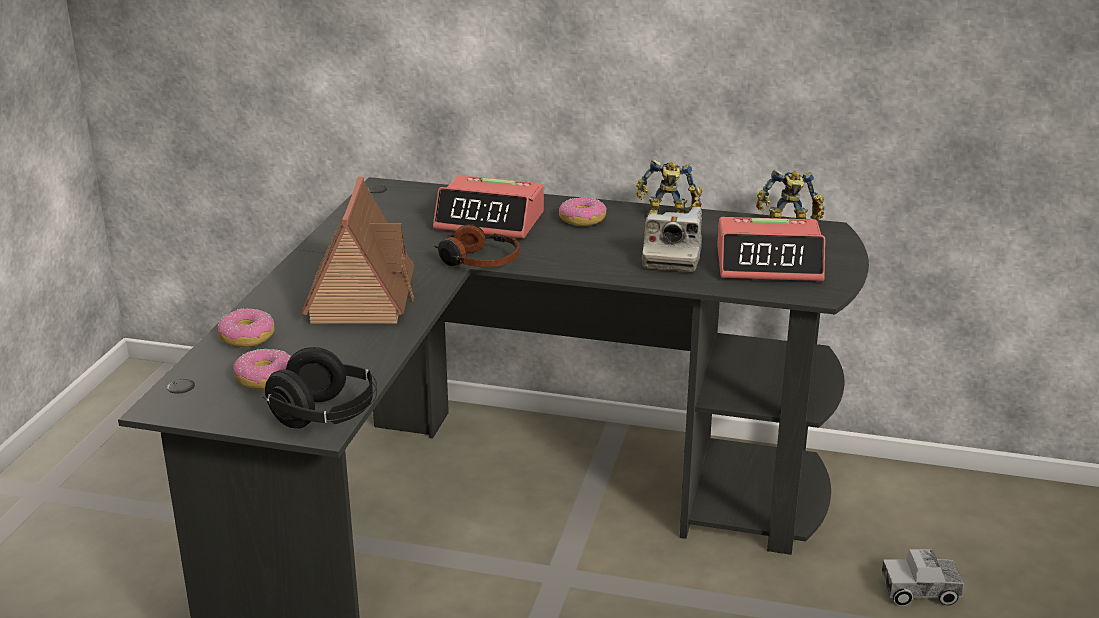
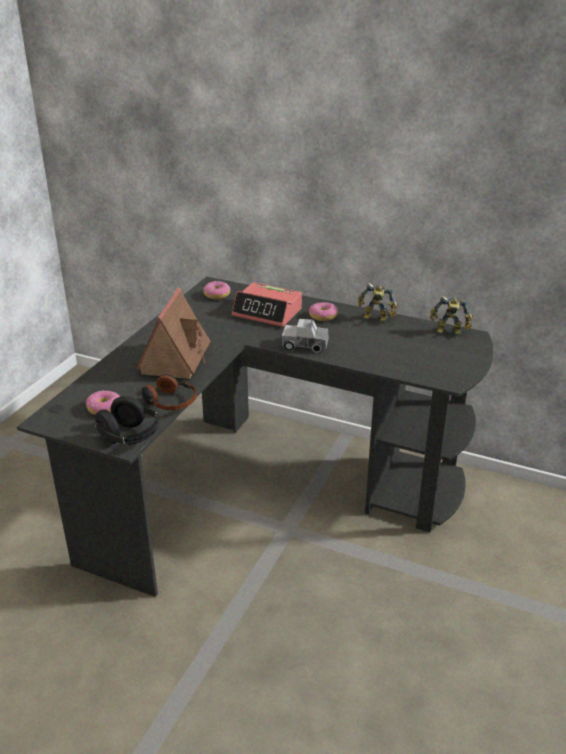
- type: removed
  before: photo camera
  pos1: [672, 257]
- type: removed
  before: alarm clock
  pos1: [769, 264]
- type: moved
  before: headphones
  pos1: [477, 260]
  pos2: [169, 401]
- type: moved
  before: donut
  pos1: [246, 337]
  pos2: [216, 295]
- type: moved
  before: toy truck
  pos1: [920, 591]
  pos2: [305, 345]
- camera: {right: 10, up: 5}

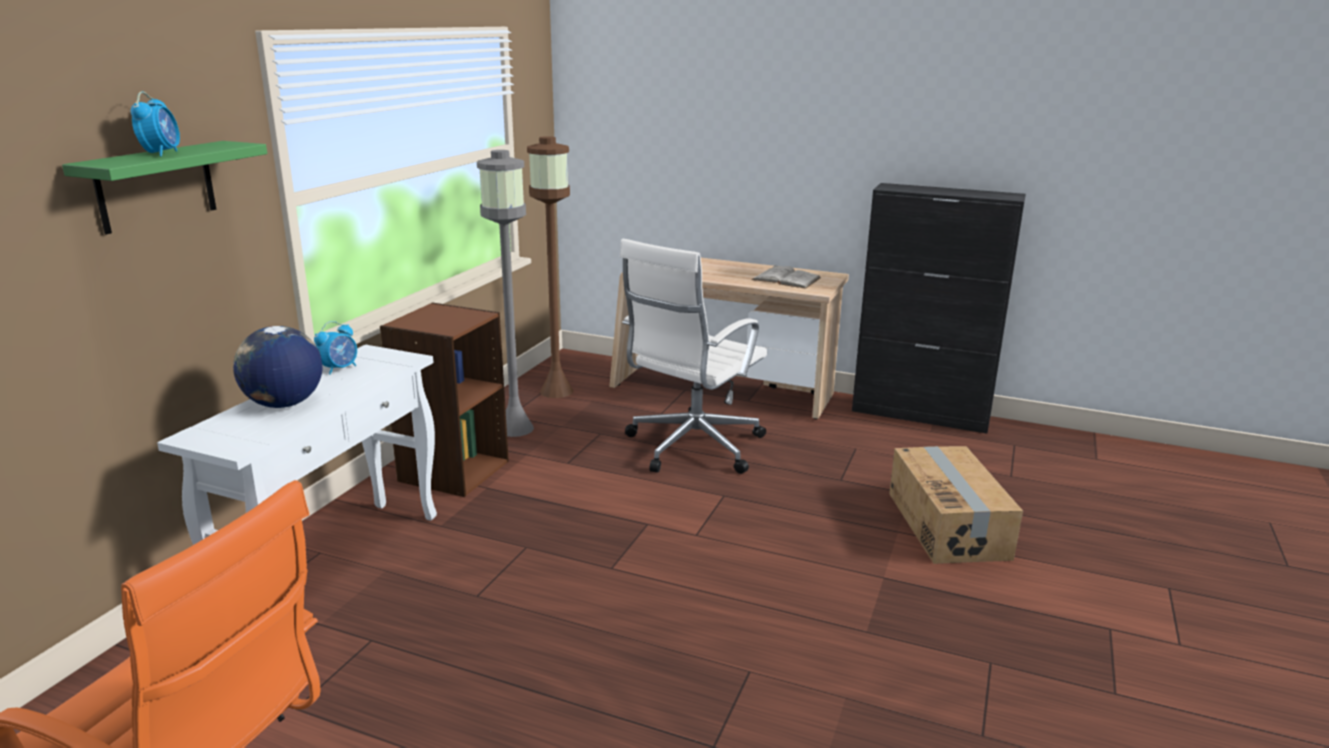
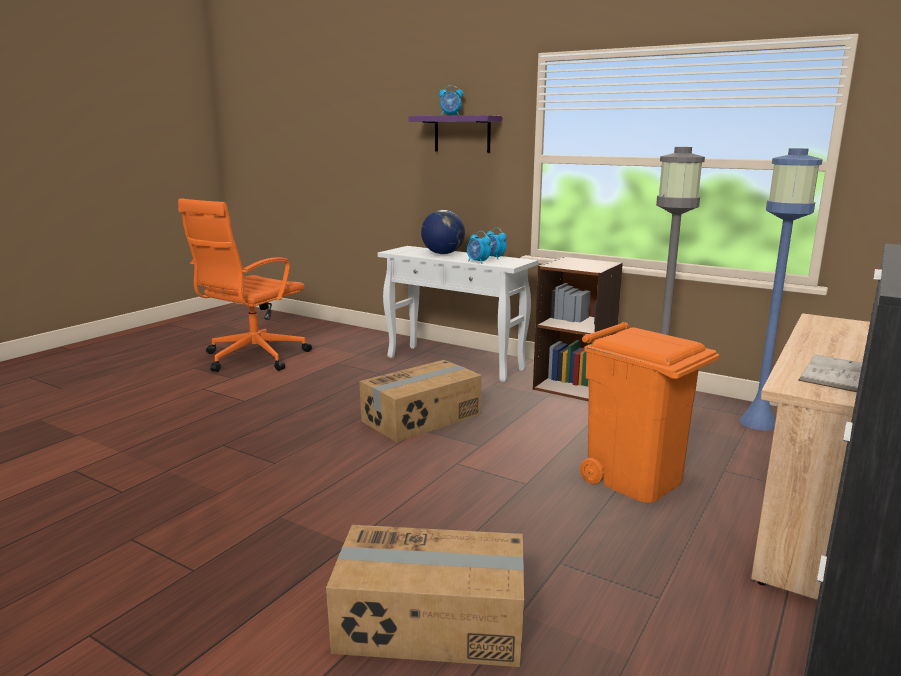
- type: recoloured
  before: brown floor lamp
  after: blue floor lamp
  pos1: [556, 391]
  pos2: [757, 422]
- type: recoloured
  before: green shelf
  after: purple shelf
  pos1: [156, 186]
  pos2: [462, 134]
- type: replaced
  before: white office chair
  after: orange trash can
  pos1: [691, 447]
  pos2: [635, 479]
- type: added
  after: alarm clock
  pos2: [478, 262]
- type: added
  after: cardboard box
  pos2: [422, 418]
- camera: {right: 100, up: -5}

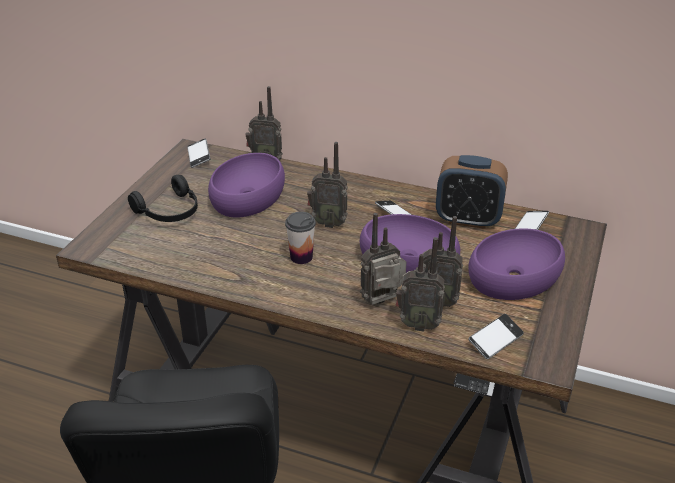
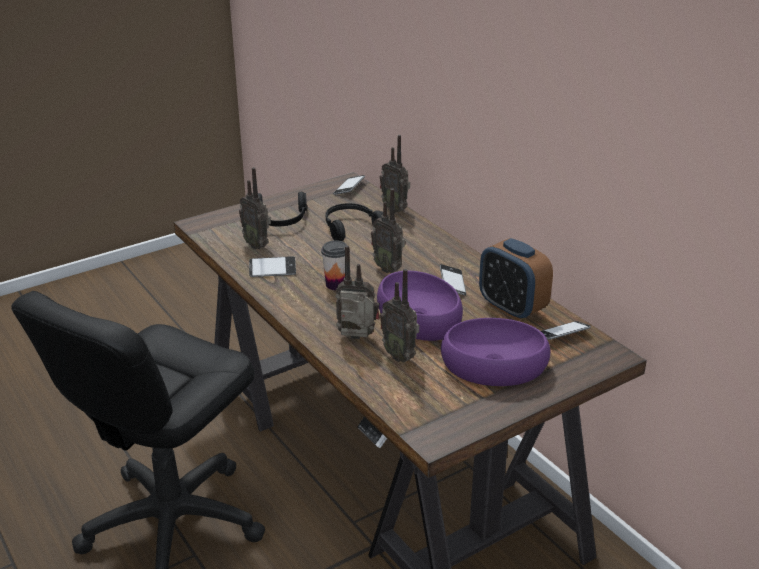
- type: replaced
  before: purple bowl
  after: black headphones
  pos1: [247, 195]
  pos2: [350, 227]
- type: moved
  before: radio
  pos1: [417, 324]
  pos2: [257, 245]
- type: moved
  before: phone
  pos1: [495, 340]
  pos2: [272, 270]
- camera: {right: 35, up: -5}

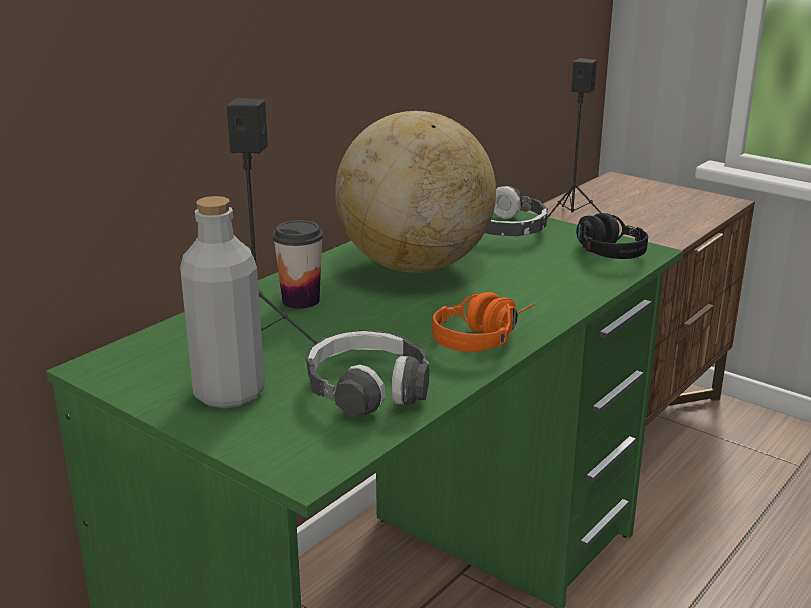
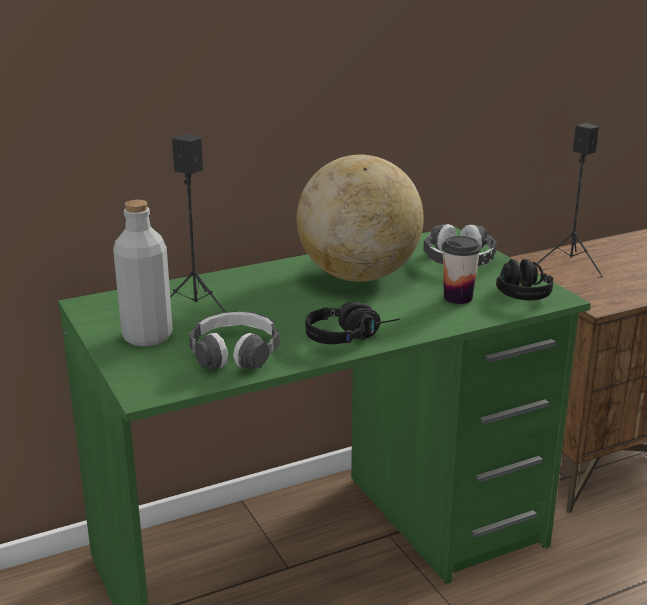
- type: moved
  before: cup
  pos1: [301, 301]
  pos2: [458, 298]
- type: recoloured
  before: orange headphones
  after: black headphones
  pos1: [484, 337]
  pos2: [351, 336]
- camera: {right: 25, up: 0}

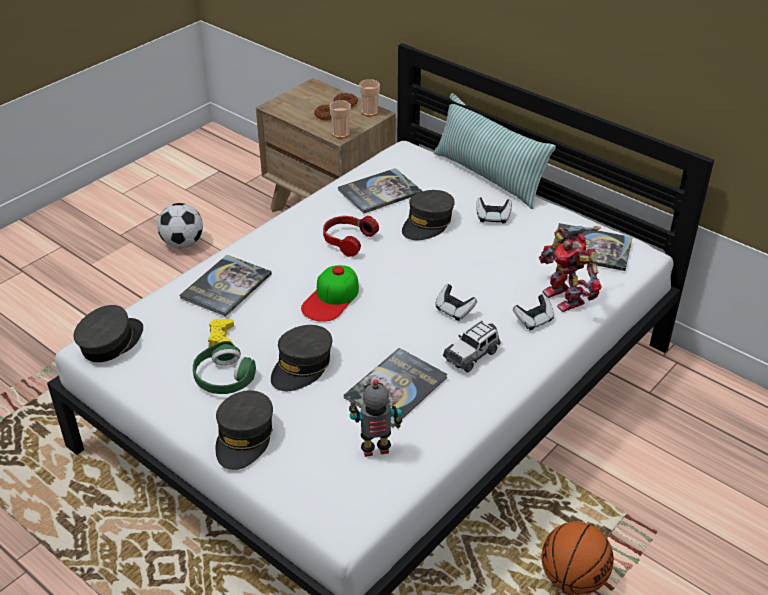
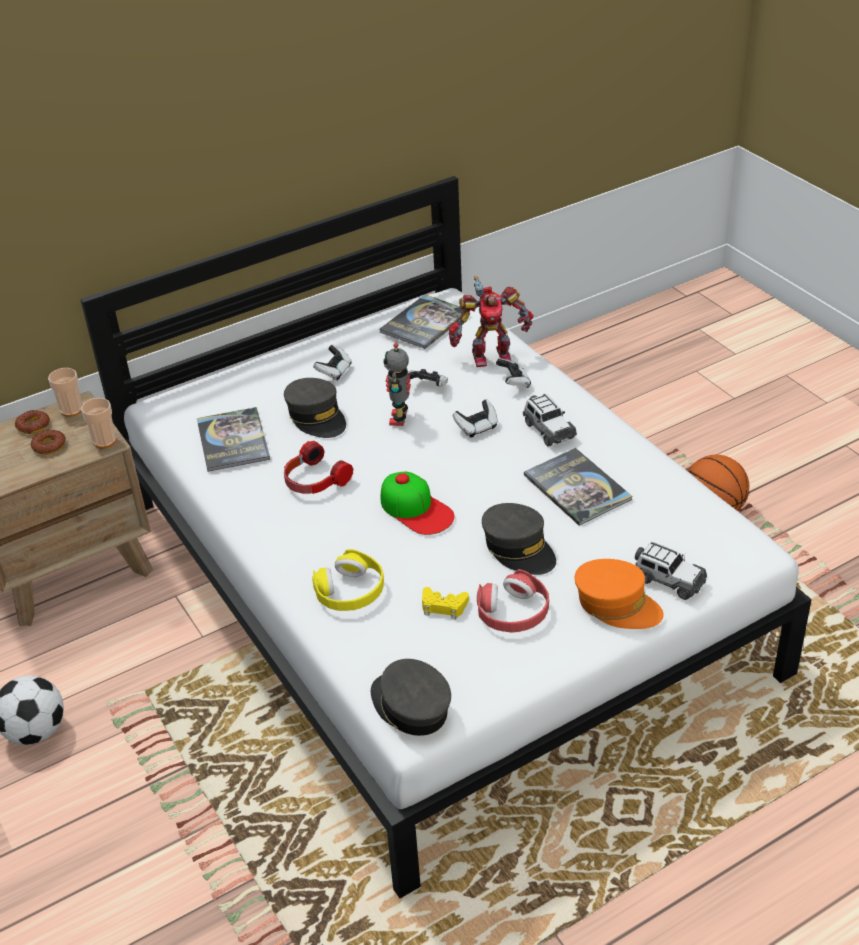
- type: removed
  before: pillow
  pos1: [488, 177]
- type: replaced
  before: book
  after: yellow headphones
  pos1: [226, 286]
  pos2: [350, 591]
- type: recoloured
  before: green headphones
  after: red headphones
  pos1: [224, 377]
  pos2: [513, 612]
- type: moved
  before: toy robot
  pos1: [376, 451]
  pos2: [400, 418]
- type: recoloured
  before: grey cap
  after: orange cap
  pos1: [244, 438]
  pos2: [617, 605]
- type: added
  after: game controller
  pos2: [428, 387]
- type: added
  after: toy car
  pos2: [668, 580]
- camera: {right: -70, up: 0}

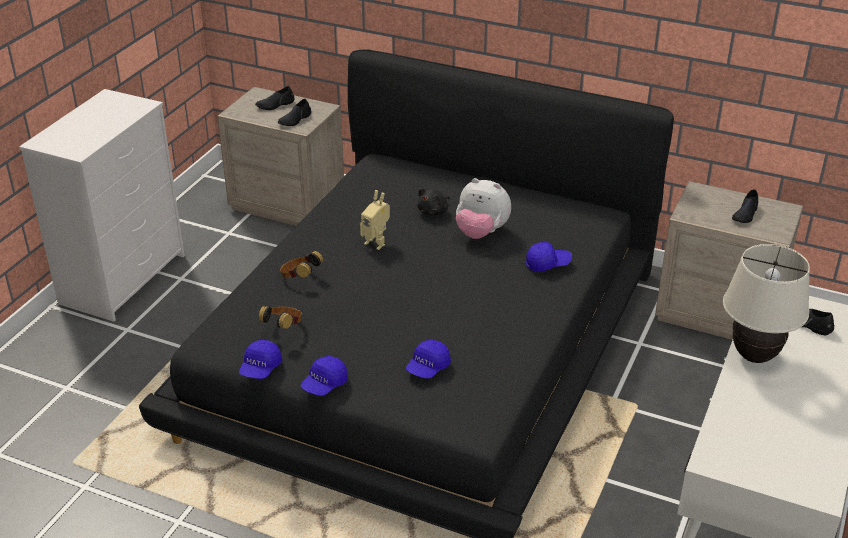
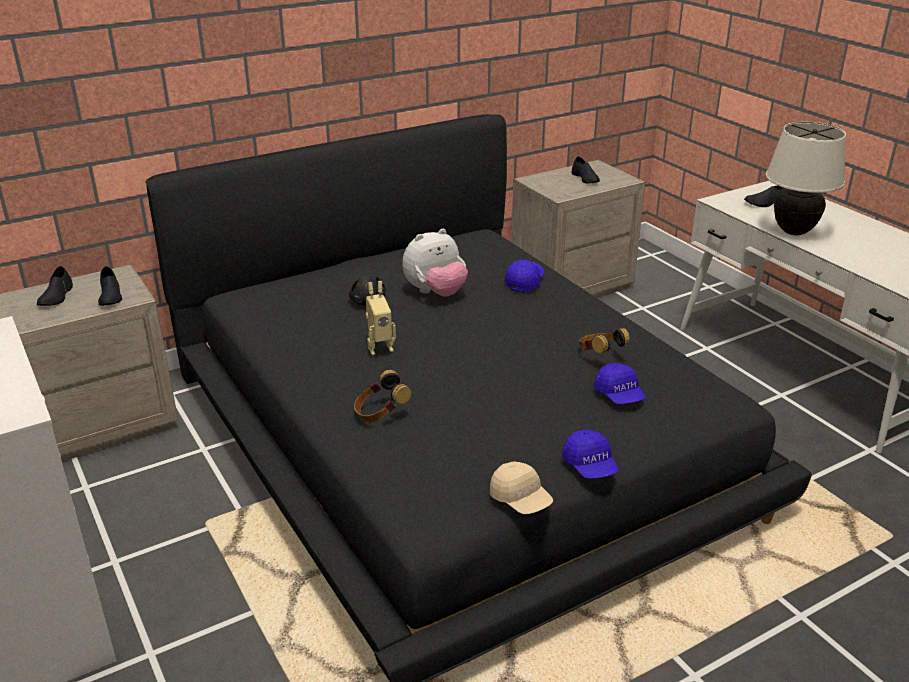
- type: moved
  before: headphones
  pos1: [283, 327]
  pos2: [600, 355]
- type: recoloured
  before: blue cap
  after: beige cap
  pos1: [260, 368]
  pos2: [520, 500]
- camera: {right: -55, up: -5}

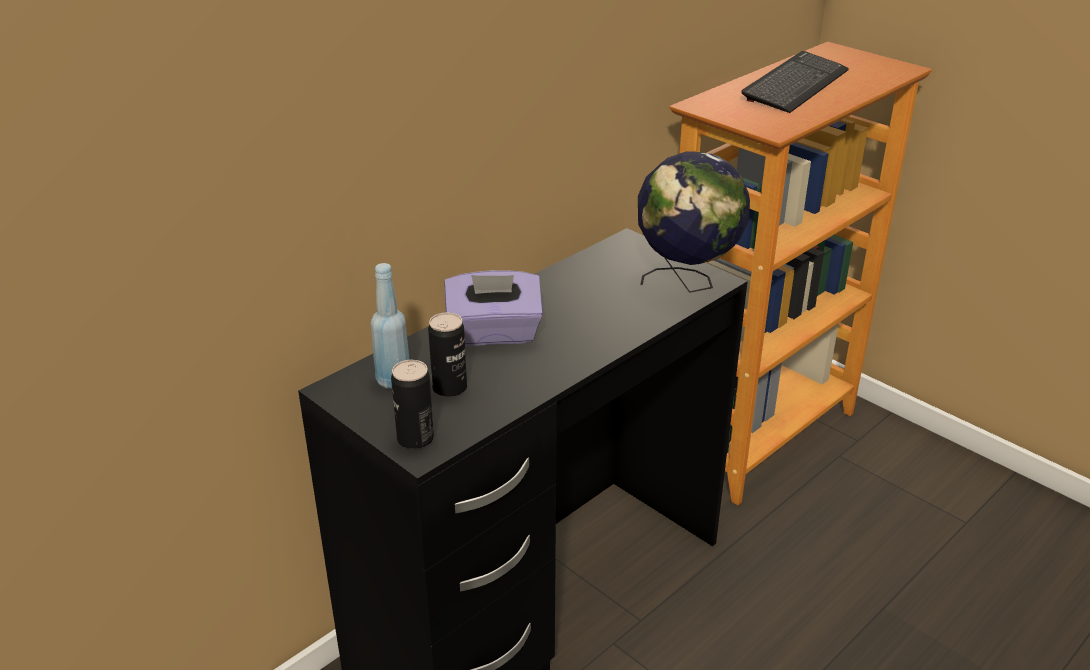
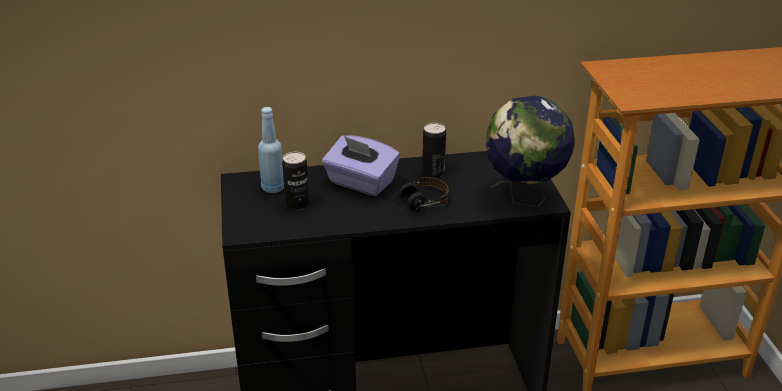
- type: removed
  before: keyboard
  pos1: [795, 85]
- type: moved
  before: can
  pos1: [415, 439]
  pos2: [433, 173]
- type: added
  after: headphones
  pos2: [414, 206]
- camera: {right: 35, up: 0}

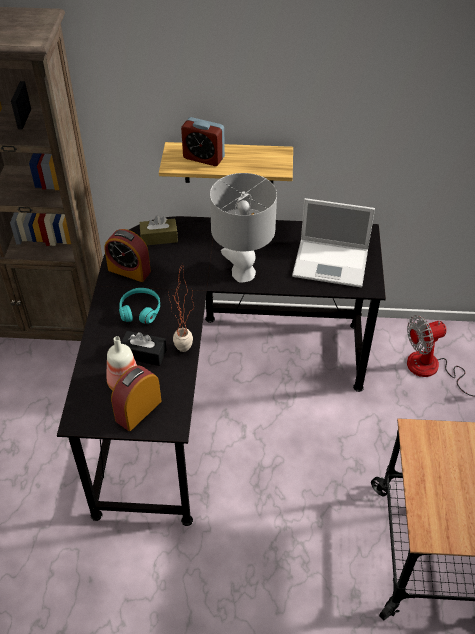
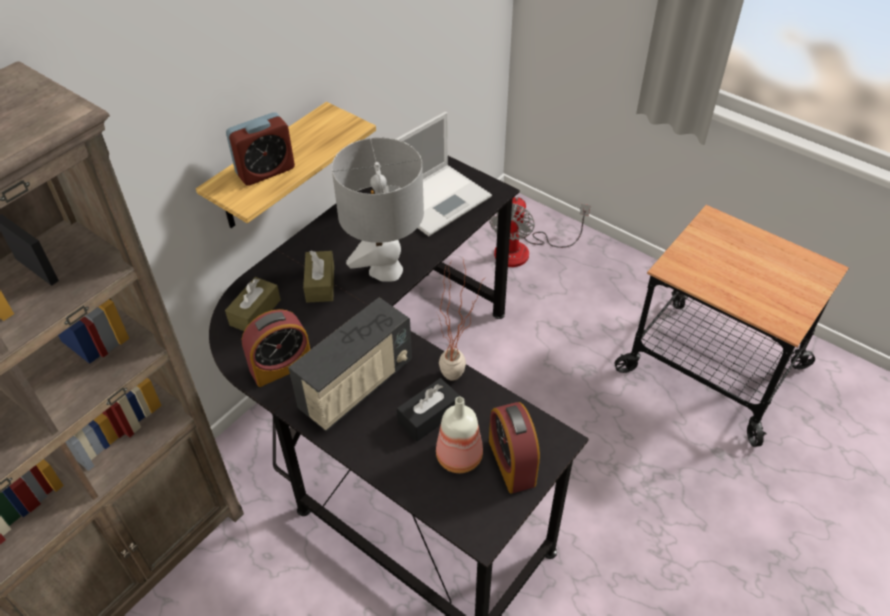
- type: replaced
  before: turquoise headphones
  after: radio
  pos1: [140, 310]
  pos2: [357, 387]
- type: added
  after: brown tissue box
  pos2: [320, 284]
- camera: {right: -55, up: 0}

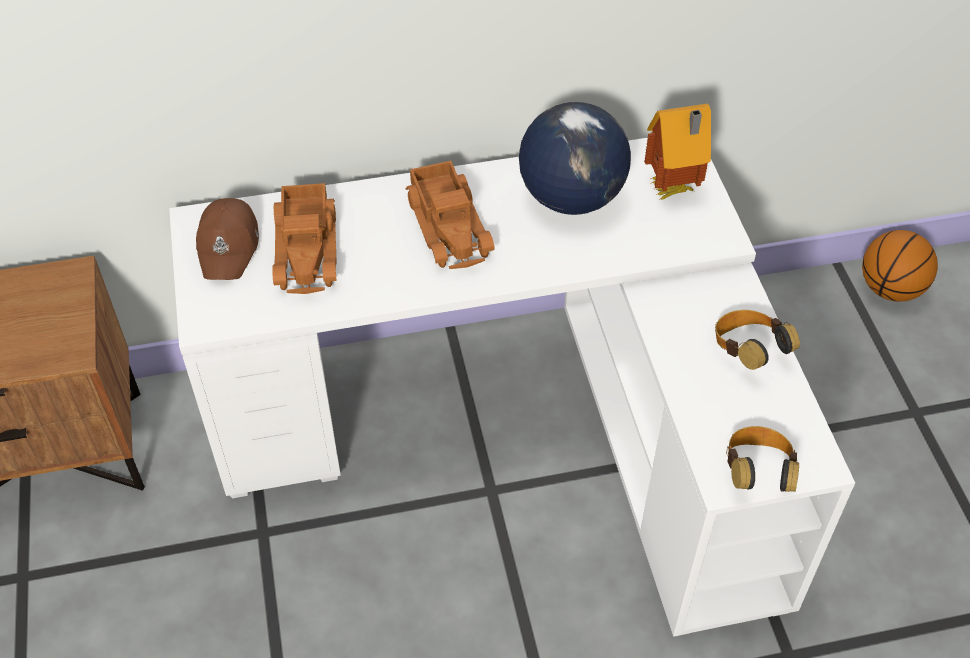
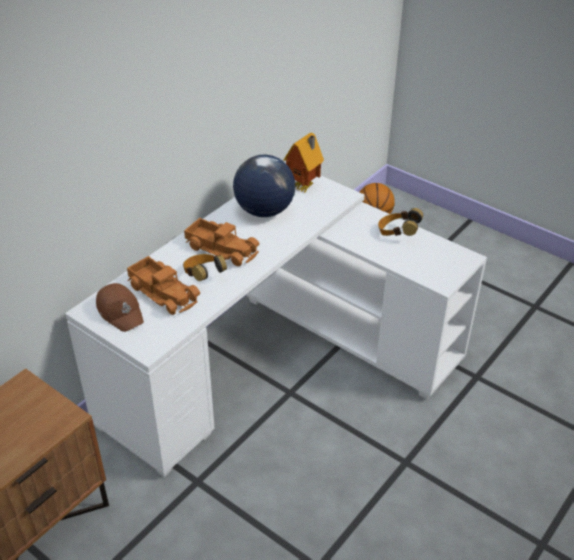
- type: moved
  before: headphones
  pos1: [757, 472]
  pos2: [203, 276]
- camera: {right: -40, up: -10}

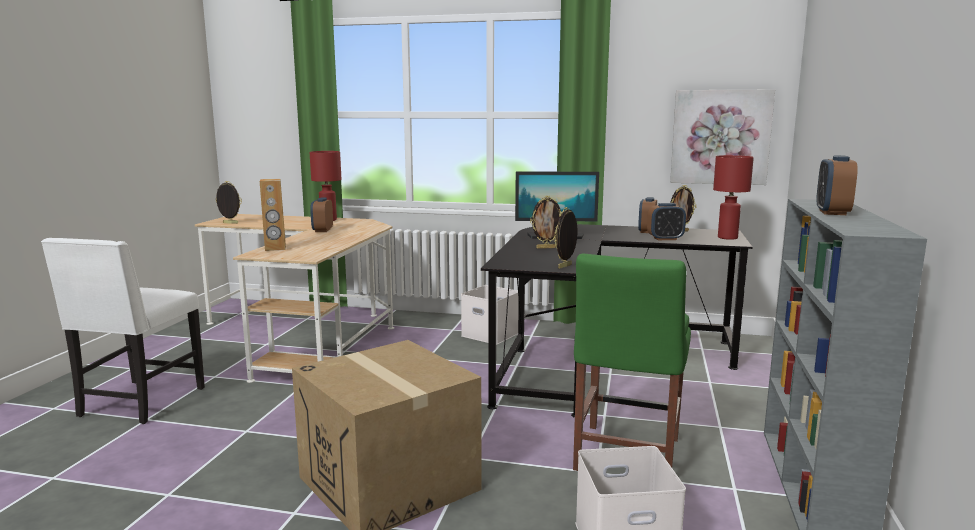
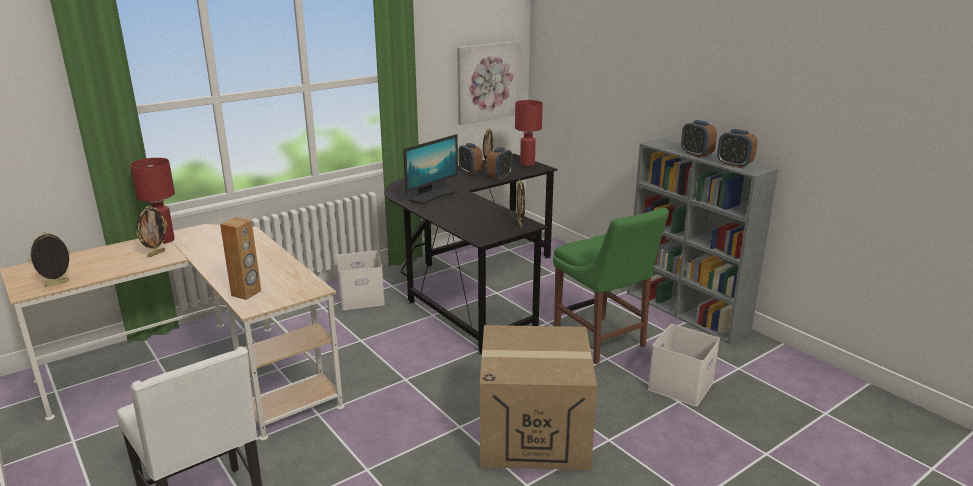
- type: moved
  before: picture frame
  pos1: [546, 248]
  pos2: [156, 254]
- type: moved
  before: alarm clock
  pos1: [322, 230]
  pos2: [734, 165]
- camera: {right: -50, up: 10}

